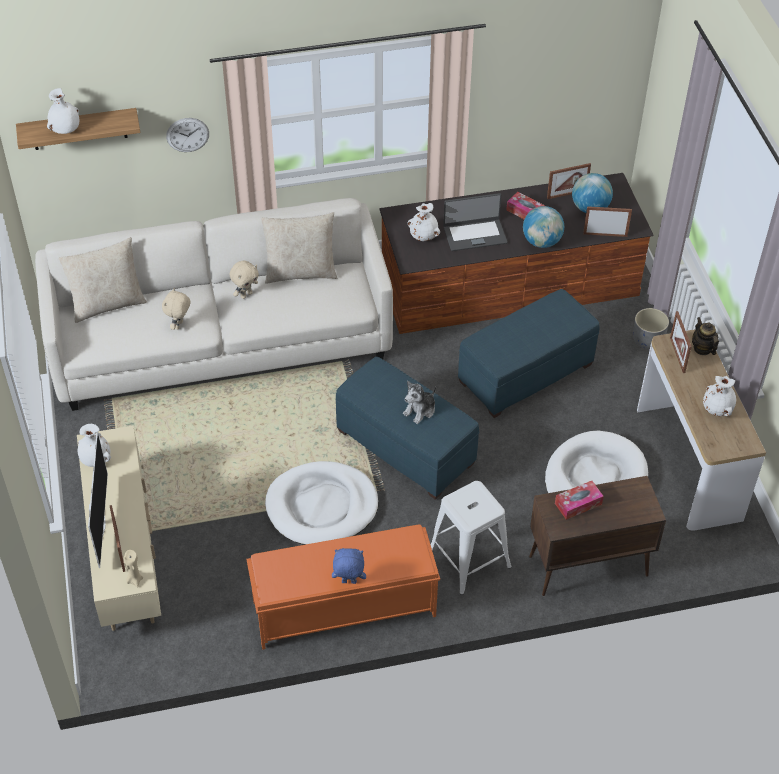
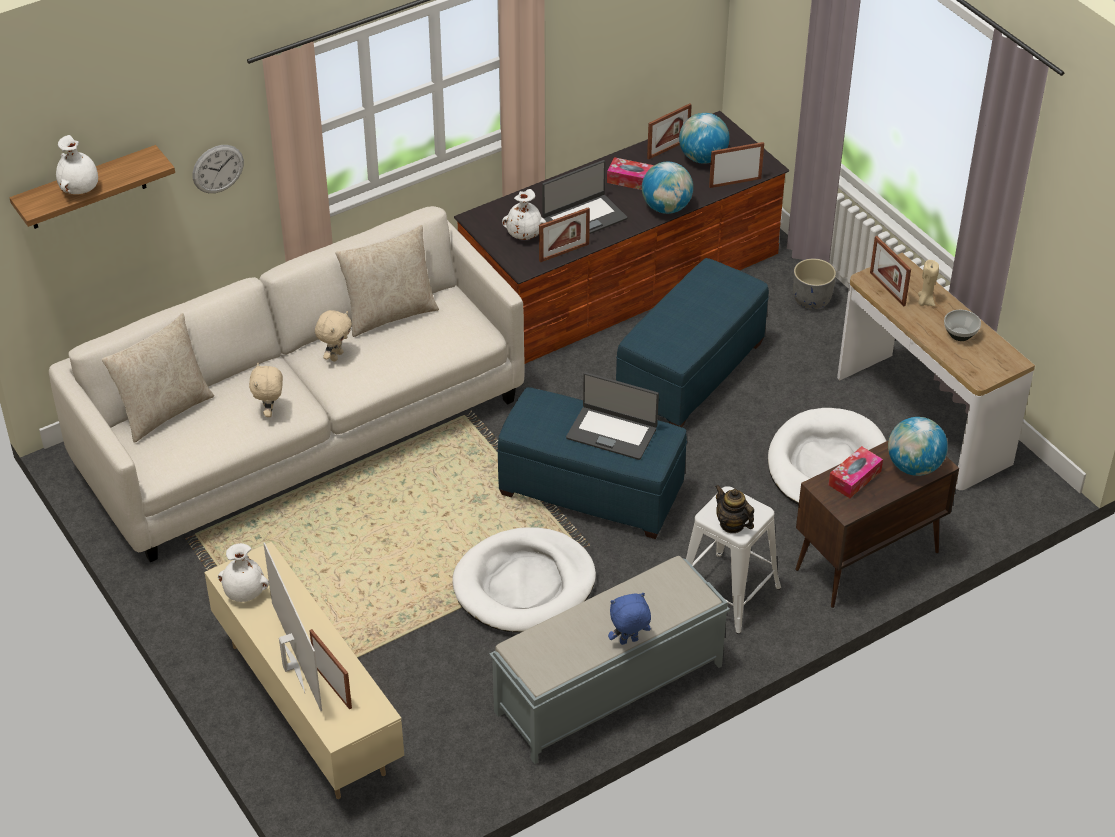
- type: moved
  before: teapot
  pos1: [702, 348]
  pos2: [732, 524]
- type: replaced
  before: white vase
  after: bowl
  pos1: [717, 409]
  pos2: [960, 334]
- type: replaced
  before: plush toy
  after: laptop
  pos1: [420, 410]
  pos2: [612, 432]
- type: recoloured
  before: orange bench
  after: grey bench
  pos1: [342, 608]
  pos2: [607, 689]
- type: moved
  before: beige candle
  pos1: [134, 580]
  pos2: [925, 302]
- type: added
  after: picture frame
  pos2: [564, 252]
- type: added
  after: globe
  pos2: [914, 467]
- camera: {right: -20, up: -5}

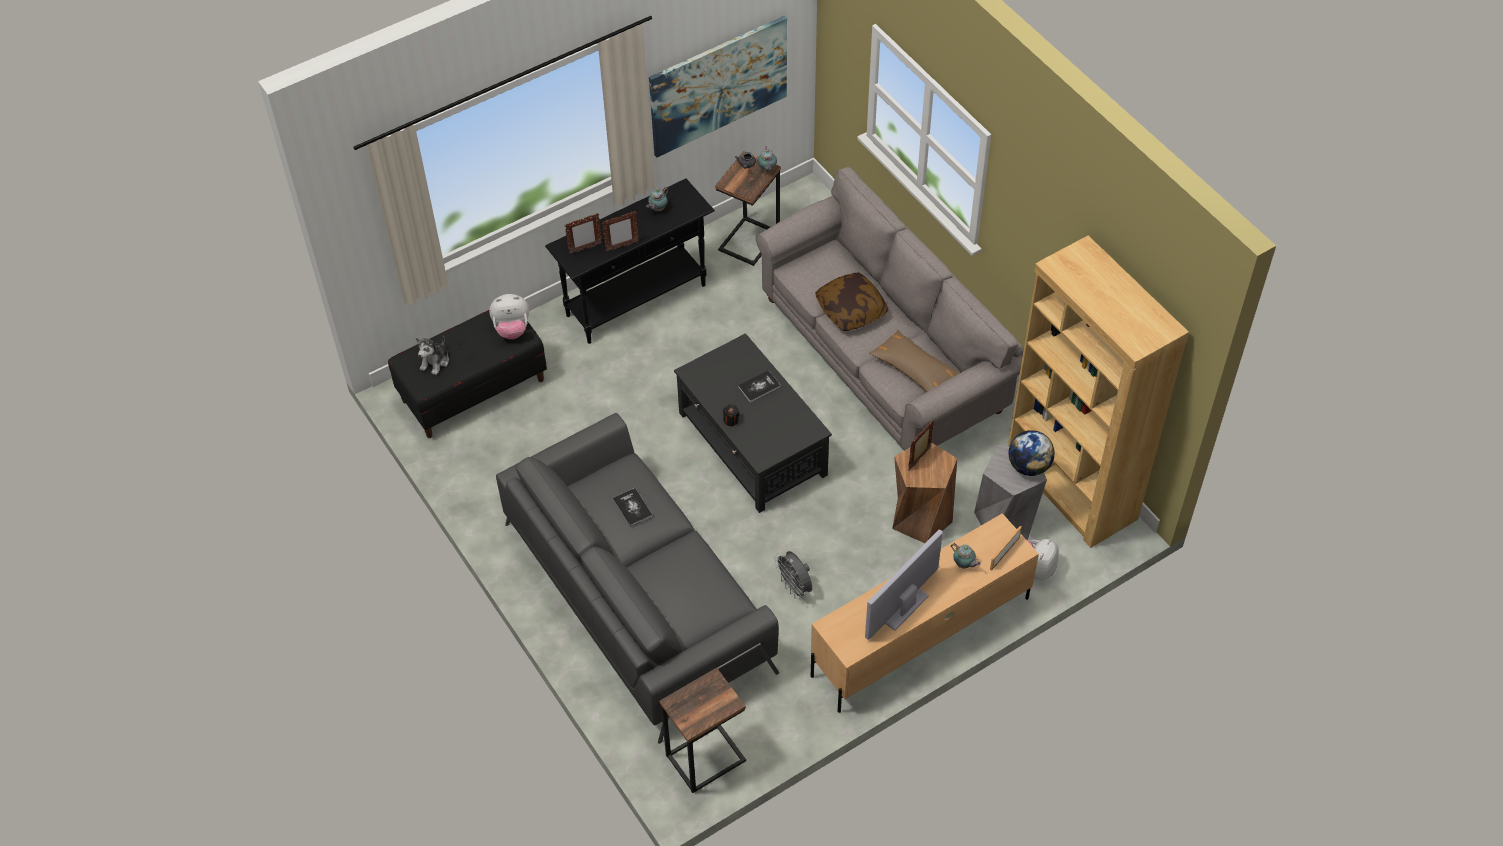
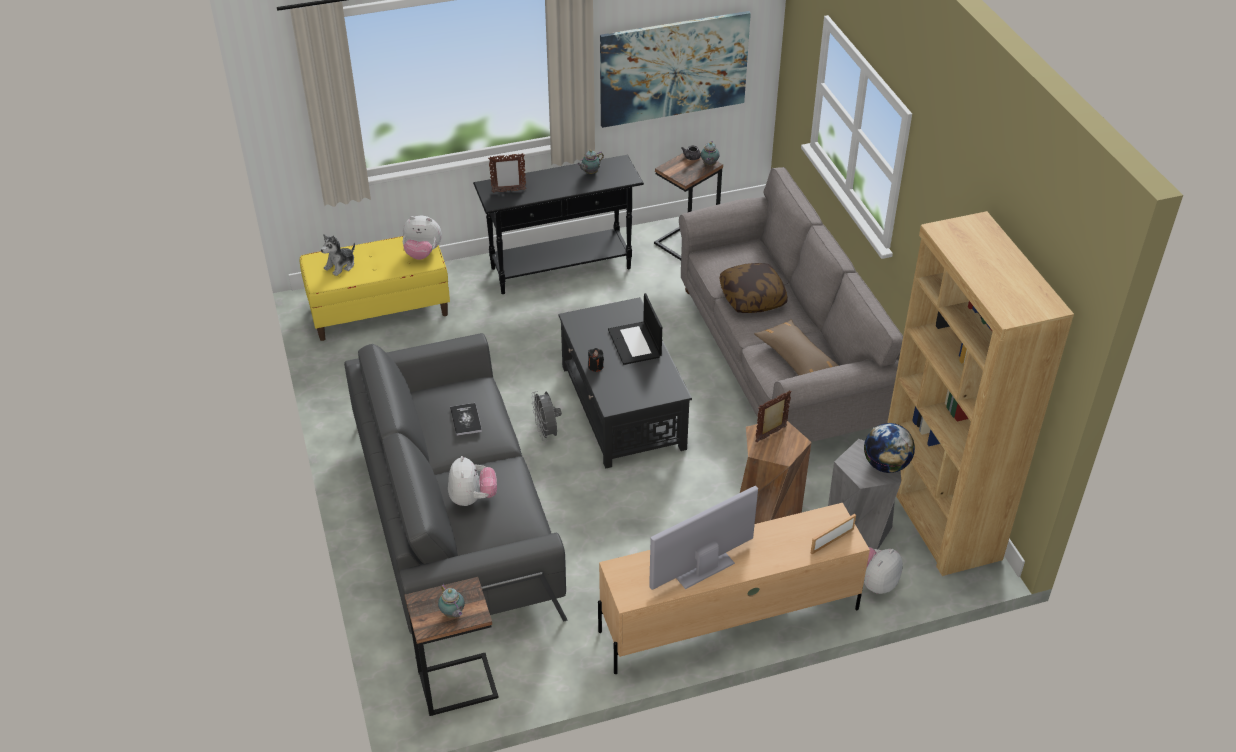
- type: removed
  before: picture frame
  pos1: [622, 246]
- type: recoloured
  before: black bench
  after: yellow bench
  pos1: [473, 390]
  pos2: [379, 310]
- type: replaced
  before: book
  after: laptop
  pos1: [759, 387]
  pos2: [635, 344]
- type: moved
  before: teapot
  pos1: [964, 565]
  pos2: [453, 614]
- type: moved
  before: grey fan
  pos1: [795, 588]
  pos2: [547, 433]
- type: added
  after: plush toy
  pos2: [472, 498]
- camera: {right: 15, up: -10}

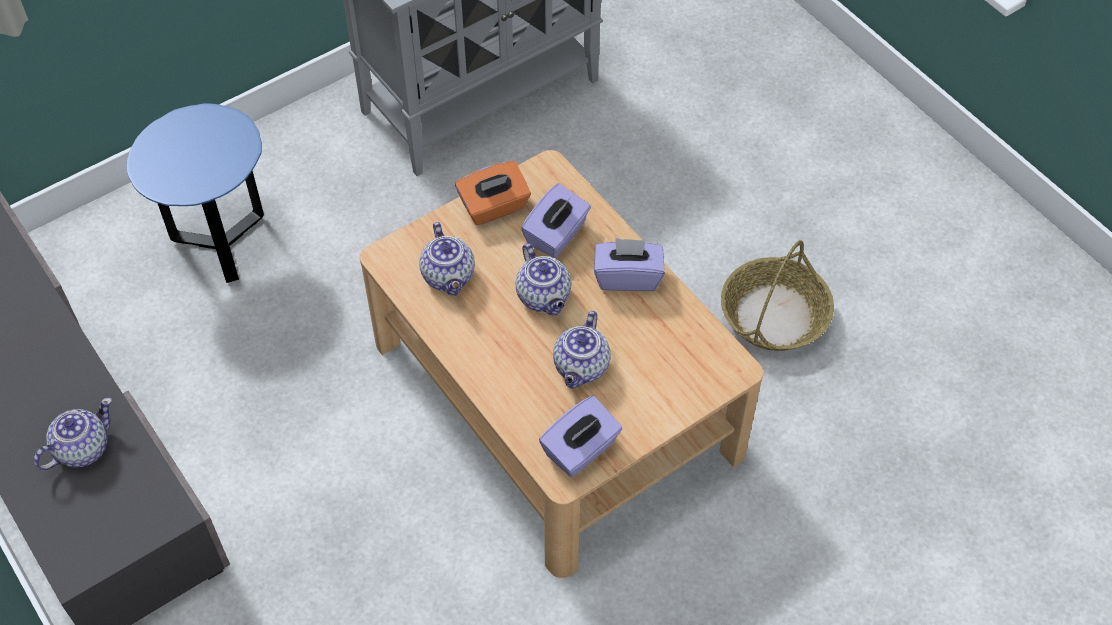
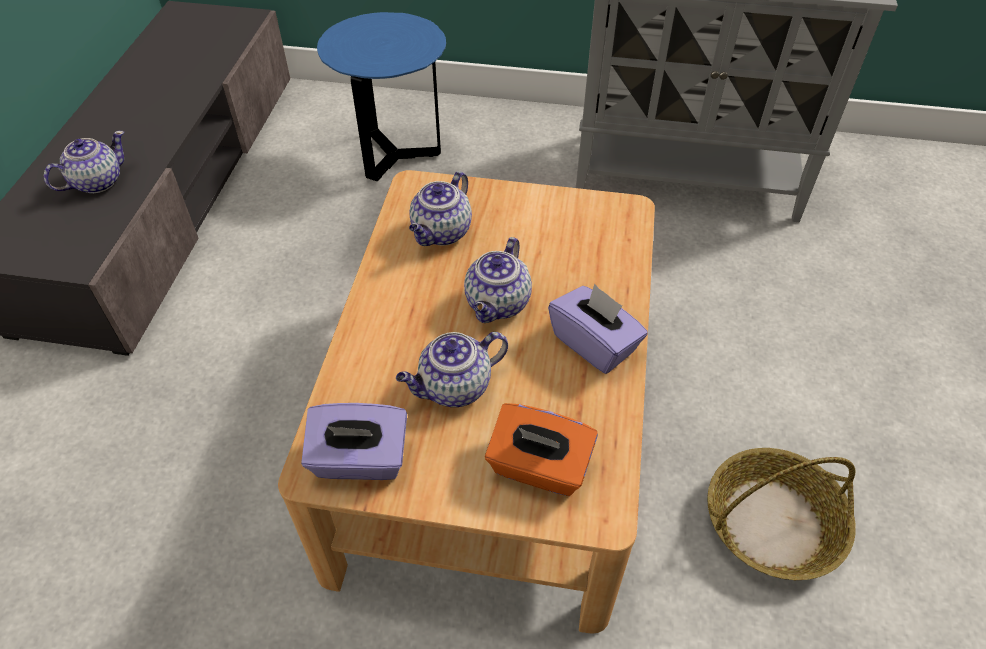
- type: moved
  before: orange tissue box
  pos1: [494, 207]
  pos2: [538, 467]
- type: removed
  before: purple tissue box
  pos1: [556, 235]
- type: turned
  before: teapot
  pos1: [81, 449]
  pos2: [96, 182]
  turn: -45
- camera: {right: 45, up: -5}

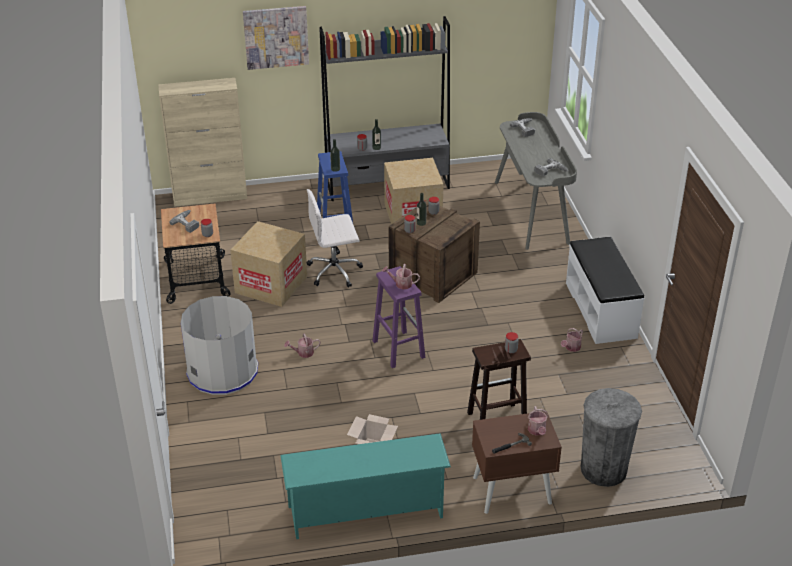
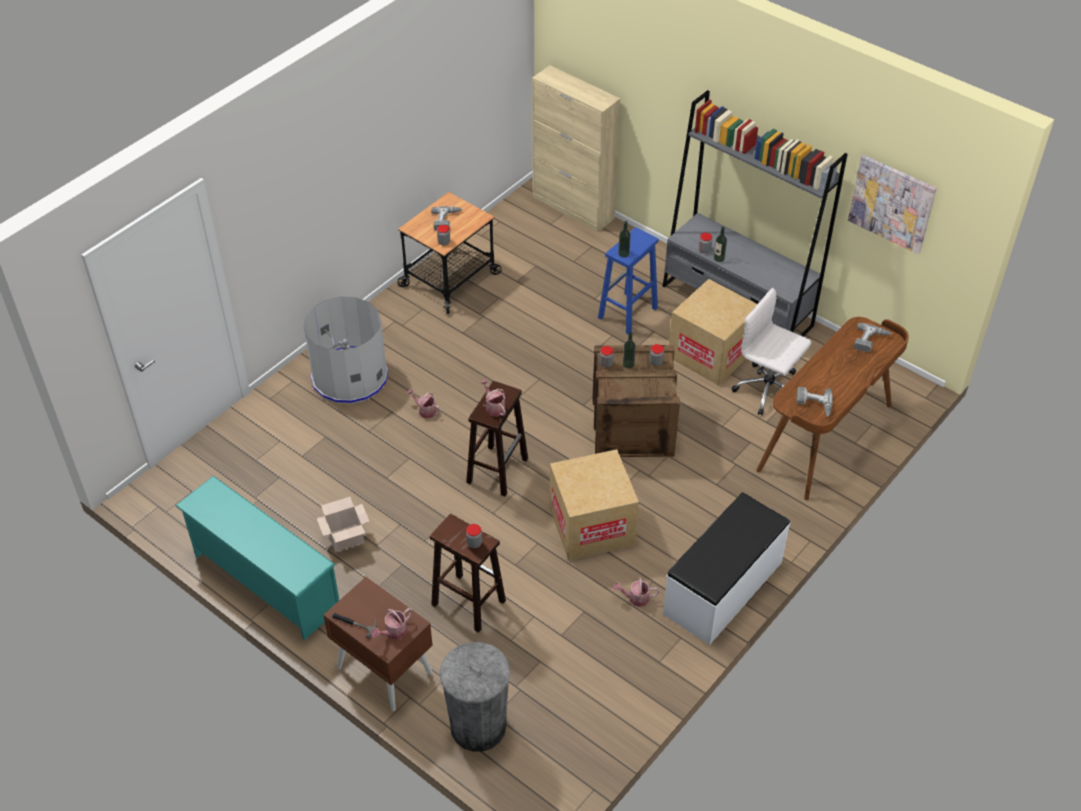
- type: moved
  before: picture
  pos1: [276, 37]
  pos2: [892, 203]
- type: recoloured
  before: grey desk
  after: brown desk
  pos1: [532, 212]
  pos2: [826, 438]
- type: moved
  before: white office chair
  pos1: [335, 271]
  pos2: [768, 390]
- type: moved
  before: cardboard box
  pos1: [271, 285]
  pos2: [591, 526]
- type: recoloured
  before: purple stool
  after: brown stool
  pos1: [398, 348]
  pos2: [497, 469]
- camera: {right: 50, up: 10}

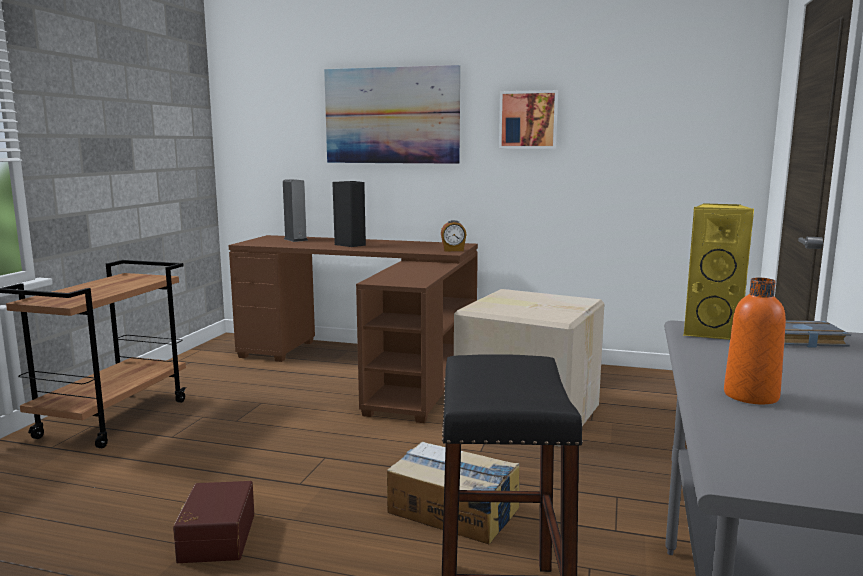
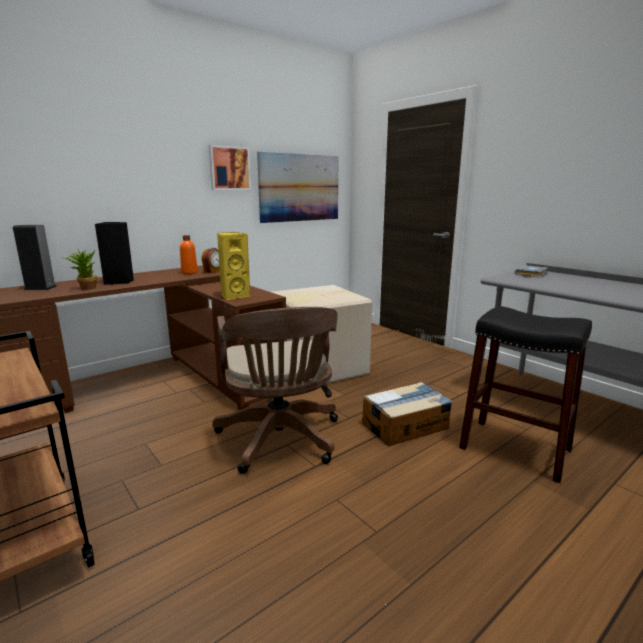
- type: moved
  before: picture
  pos1: [392, 116]
  pos2: [299, 188]
- type: moved
  before: yellow speaker
  pos1: [712, 332]
  pos2: [234, 296]
- type: moved
  before: orange bottle
  pos1: [751, 396]
  pos2: [189, 273]
- type: removed
  before: brown storage box
  pos1: [215, 537]
- type: added
  after: potted plant
  pos2: [85, 288]
- type: added
  after: brown office chair
  pos2: [280, 441]
- camera: {right: -55, up: 5}

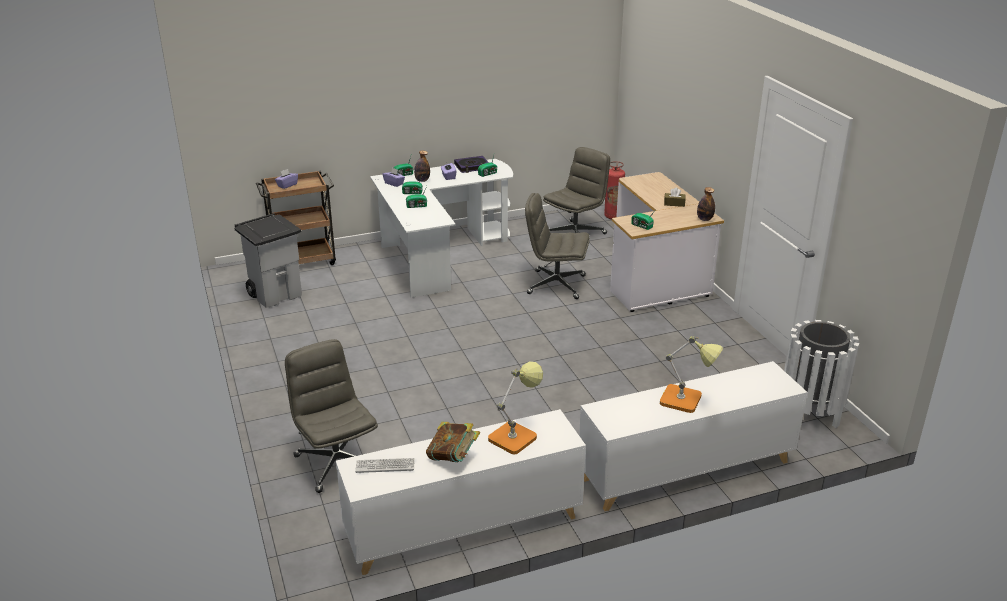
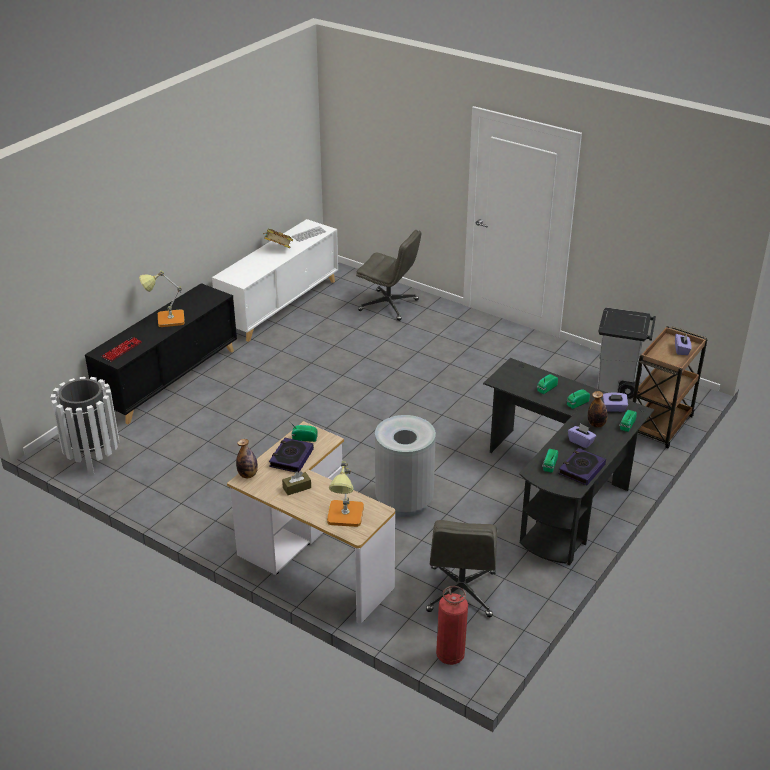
- type: recoloured
  before: white desk
  after: black desk
  pos1: [438, 253]
  pos2: [562, 491]
- type: replaced
  before: grey office chair
  after: grey trash can
  pos1: [555, 285]
  pos2: [404, 501]
- type: moved
  before: table lamp
  pos1: [516, 435]
  pos2: [345, 518]
- type: recoloured
  before: white cabinet
  after: black cabinet
  pos1: [685, 471]
  pos2: [169, 379]
- type: added
  after: keyboard
  pos2: [122, 350]
- type: added
  after: book
  pos2: [291, 458]
- camera: {right: 145, up: 5}

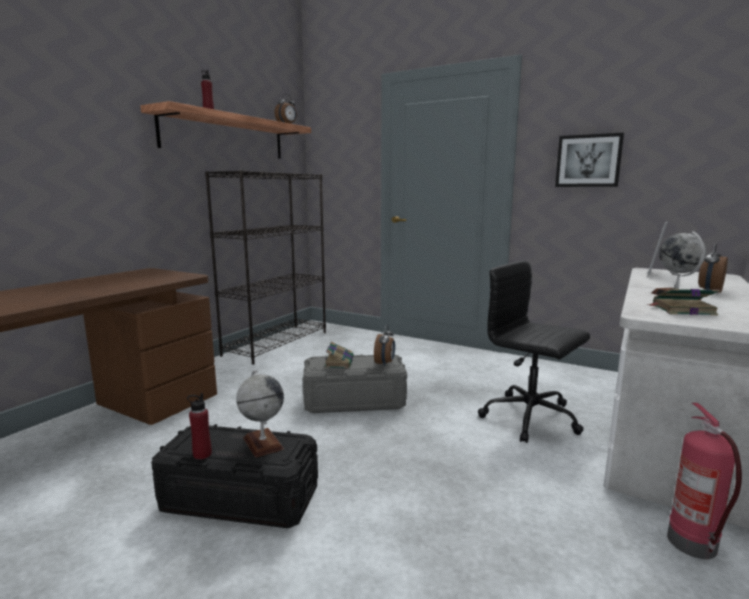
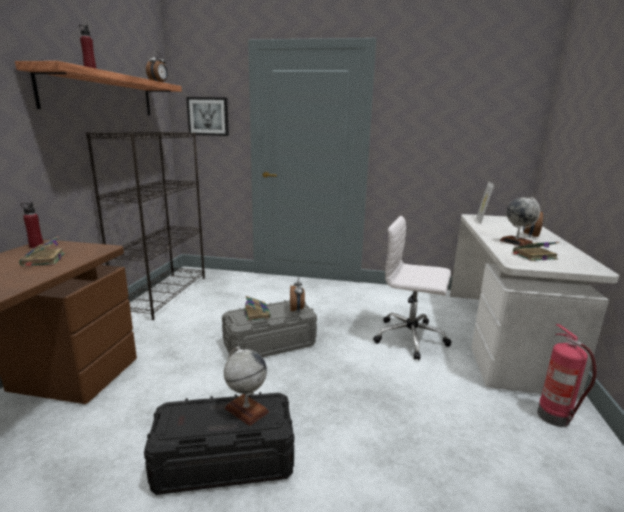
- type: moved
  before: picture
  pos1: [588, 161]
  pos2: [208, 116]
- type: recoloured
  before: black office chair
  after: white office chair
  pos1: [531, 418]
  pos2: [411, 338]
- type: moved
  before: red bottle
  pos1: [202, 454]
  pos2: [36, 246]
- type: added
  after: book
  pos2: [43, 260]
- camera: {right: -20, up: 5}

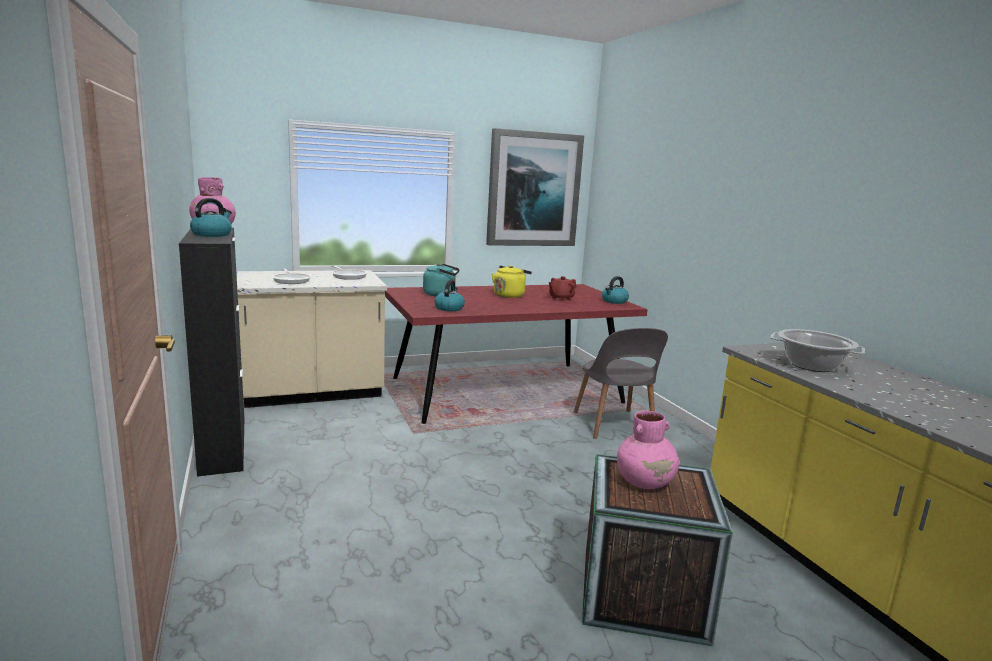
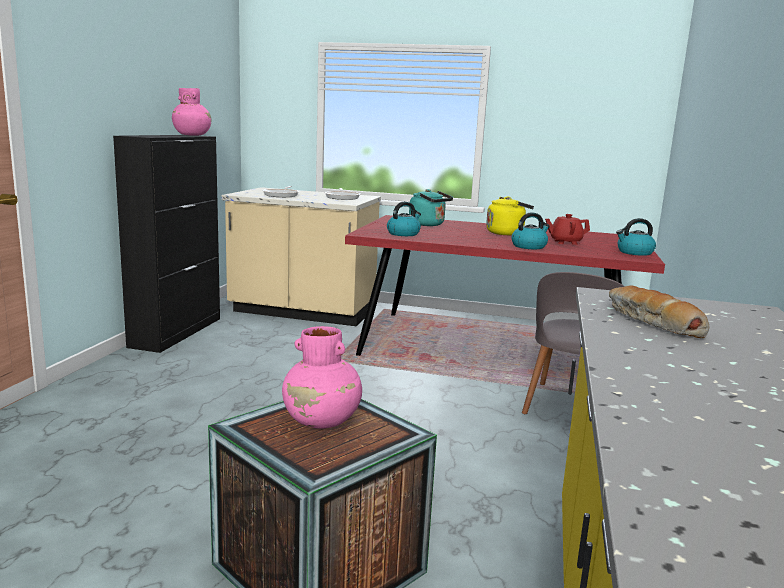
- type: removed
  before: picture
  pos1: [533, 189]
- type: moved
  before: kettle
  pos1: [212, 234]
  pos2: [529, 246]
- type: replaced
  before: cooking pot
  after: bread
  pos1: [811, 366]
  pos2: [651, 323]
- camera: {right: 35, up: 0}

